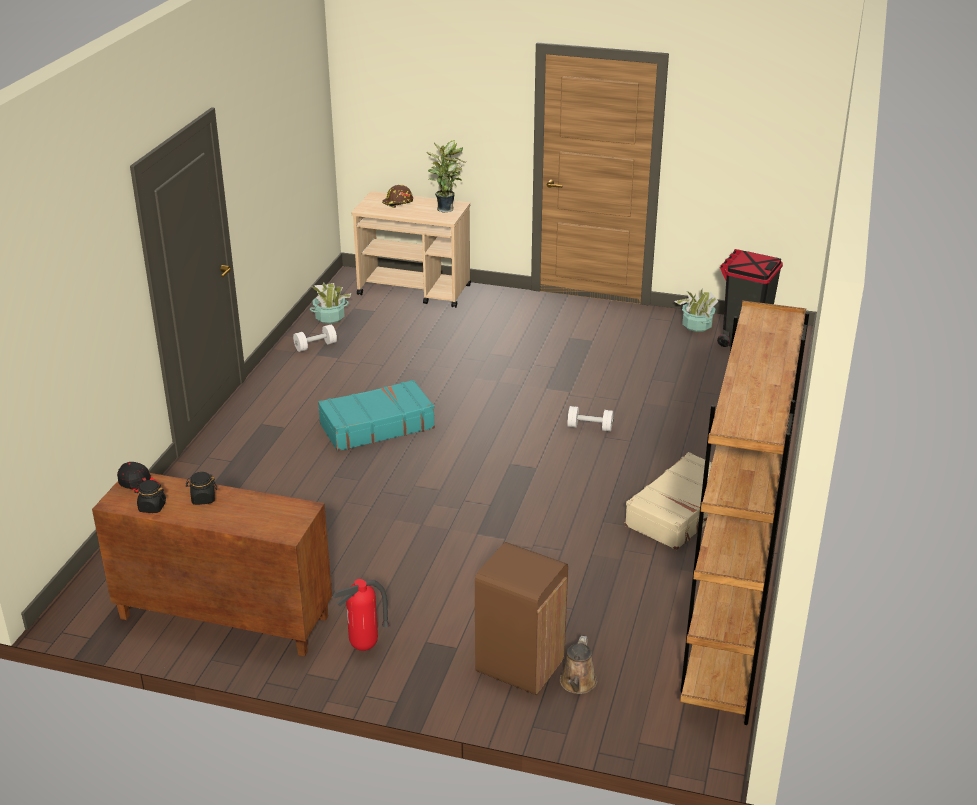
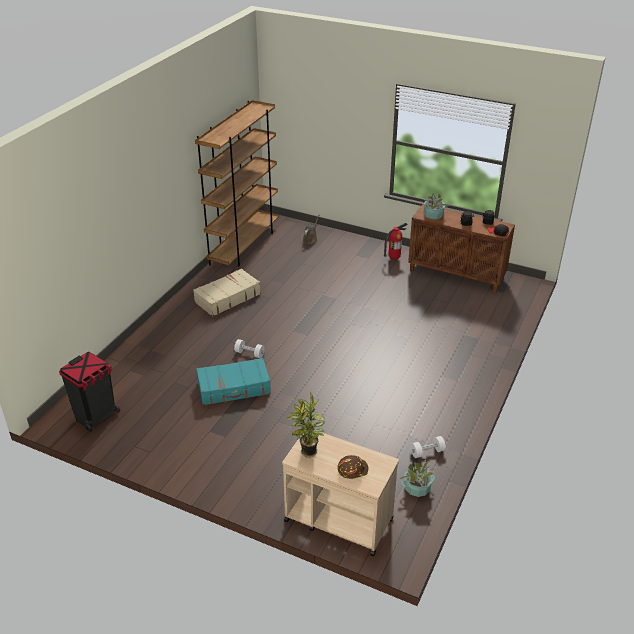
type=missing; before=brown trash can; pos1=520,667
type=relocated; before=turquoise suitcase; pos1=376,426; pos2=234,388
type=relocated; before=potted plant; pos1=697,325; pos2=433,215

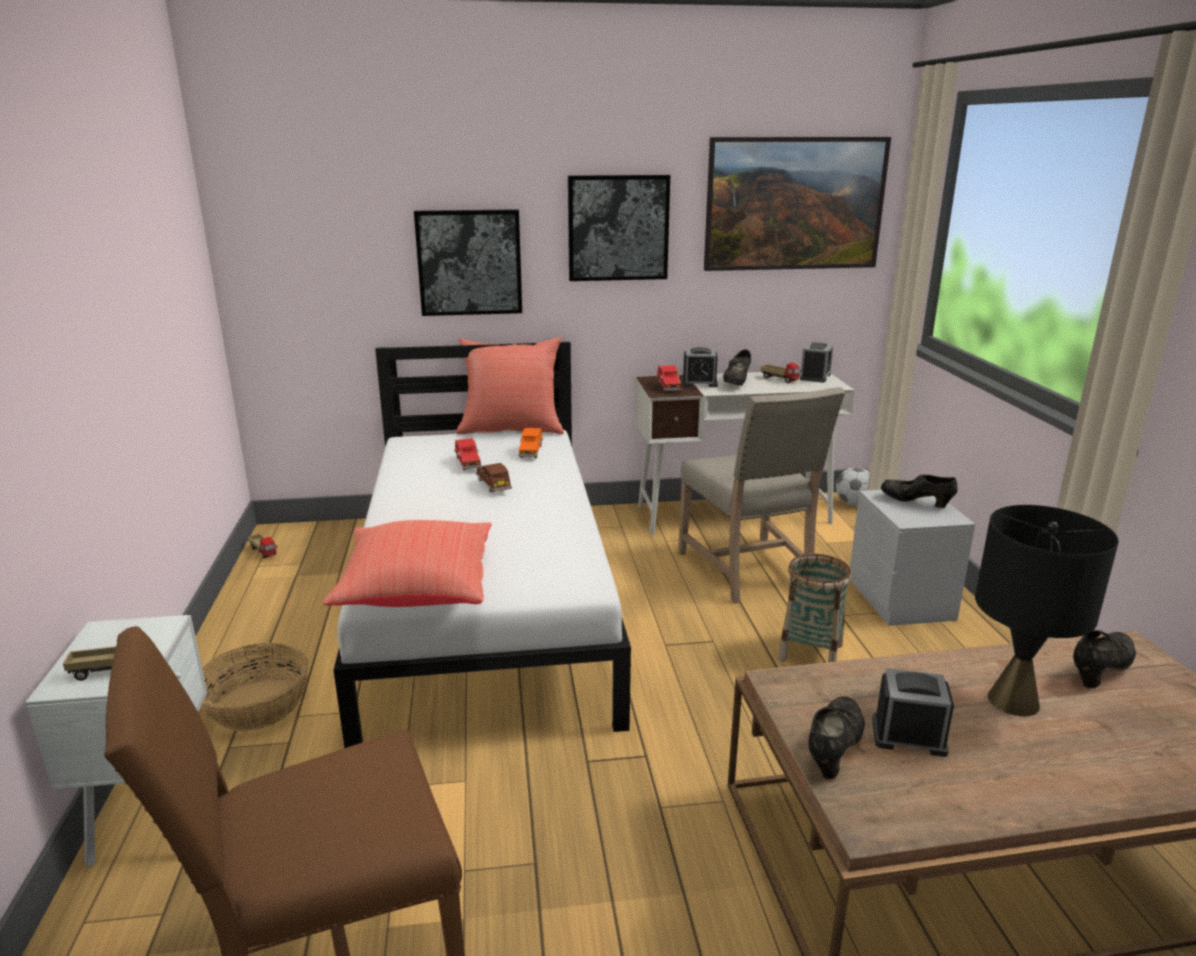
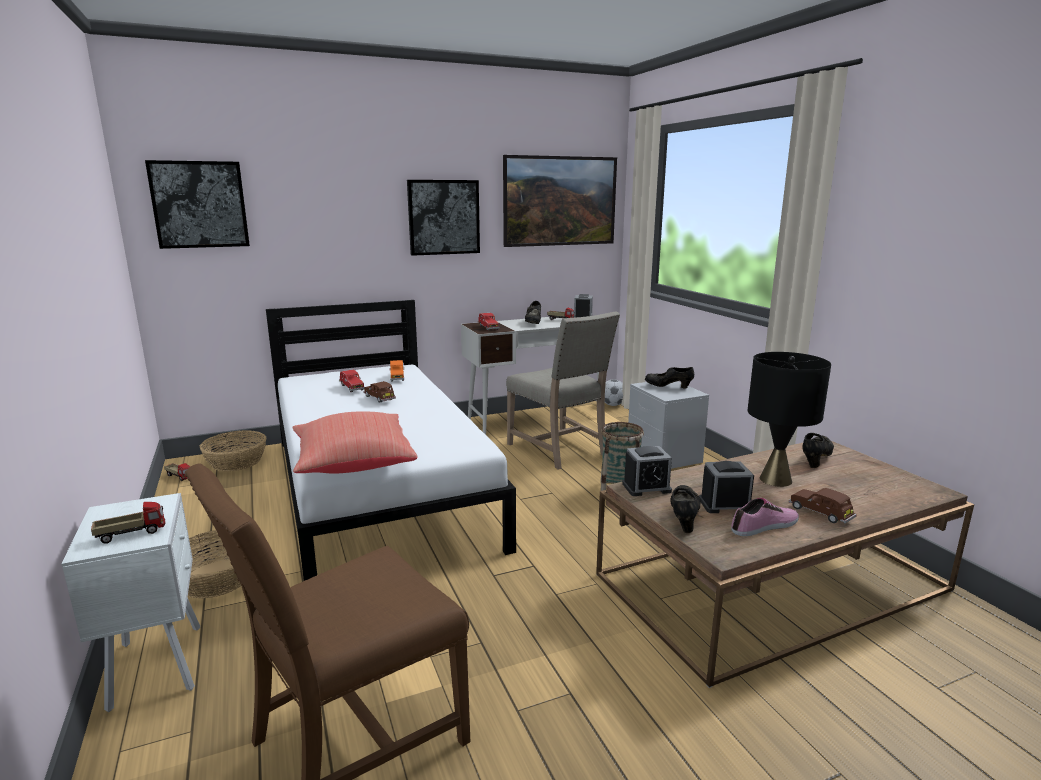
type=missing; before=red pillow; pos1=511,429
type=appeared; after=basket; pos2=237,462
type=appeared; after=shoe; pos2=765,526
type=appeared; after=brown toy car; pos2=820,513
type=relocated; before=picture; pos1=469,262; pos2=199,204
type=relocated; before=alarm clock; pos1=699,383; pos2=646,487

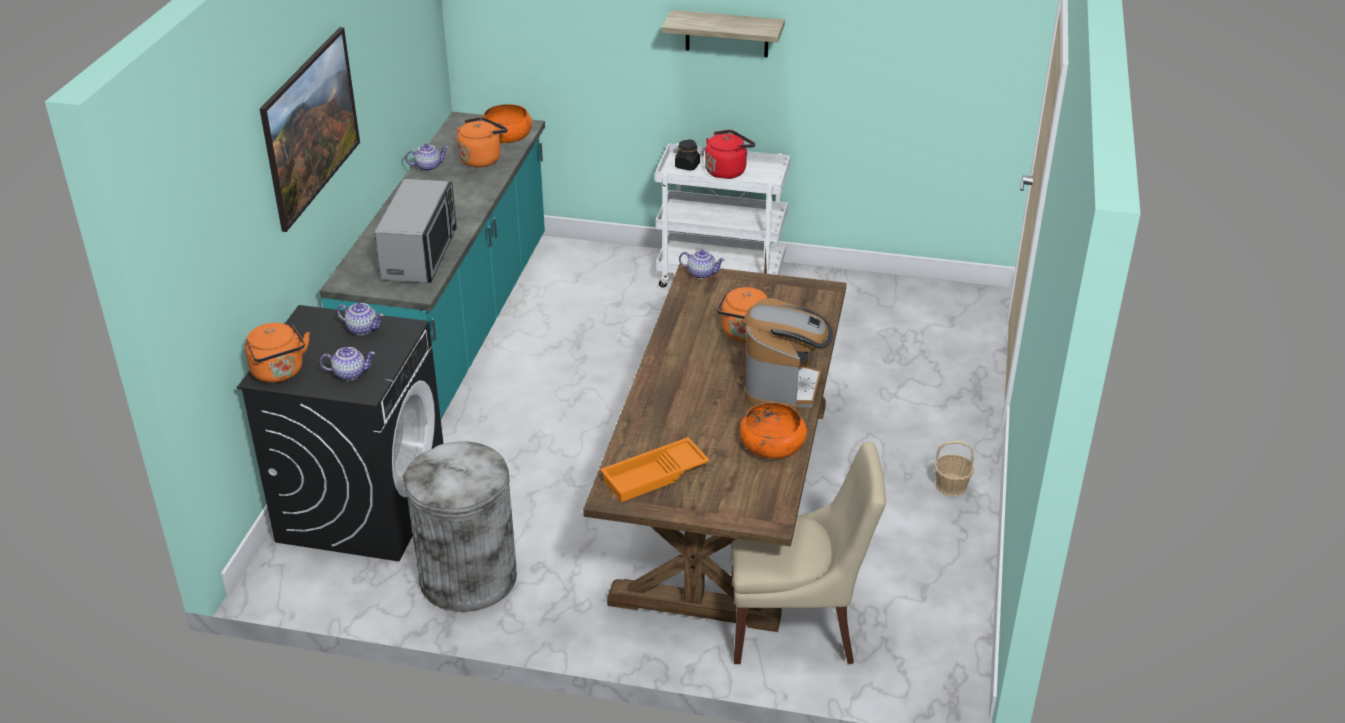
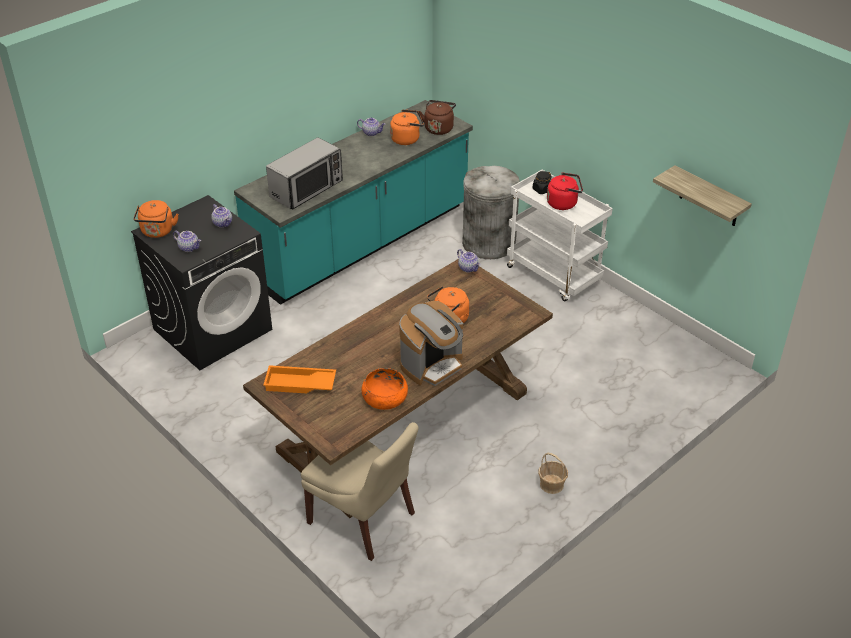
type=missing; before=picture; pos1=316,156
type=relocated; before=grey trash can; pos1=467,577; pos2=488,243
type=relocated; before=shelf; pos1=727,34; pos2=709,197
type=exchanged; before=orange bowl; after=brown kettle; pos1=507,135; pos2=439,128

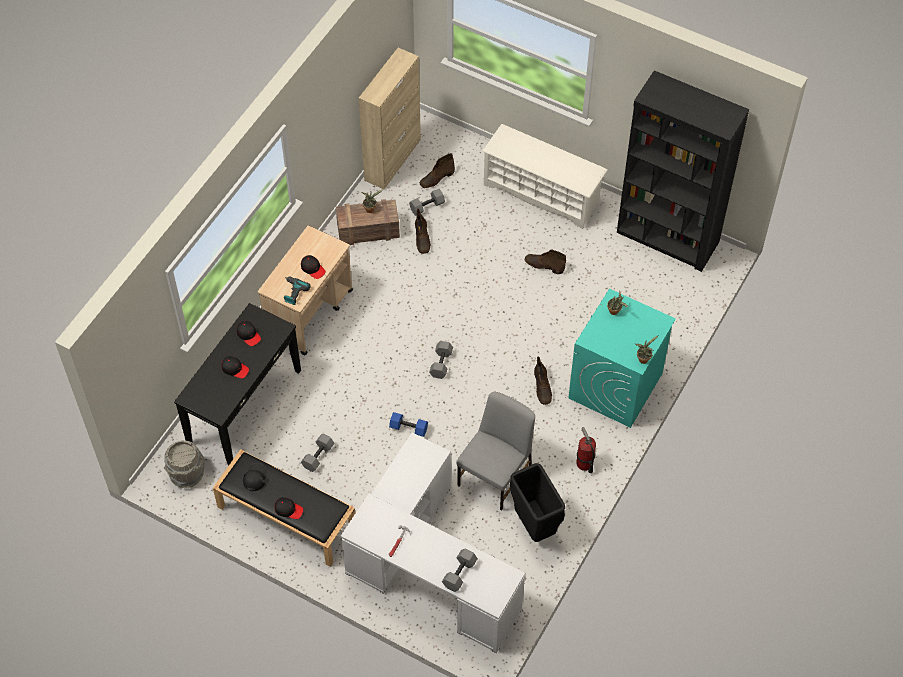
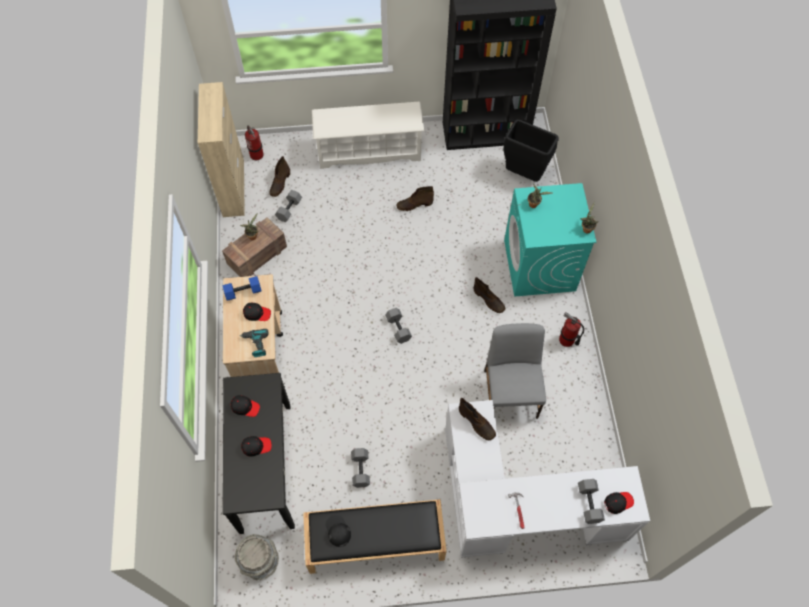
type=appeared; after=fire extinguisher; pos2=257,154
type=relocated; before=black cap; pos1=288,509; pos2=618,502
type=relocated; before=blue dumbbell; pos1=408,428; pos2=243,292
type=relocated; before=brown boot; pos1=422,239; pos2=477,423
type=relocated; before=black trash can; pos1=535,525; pos2=524,174

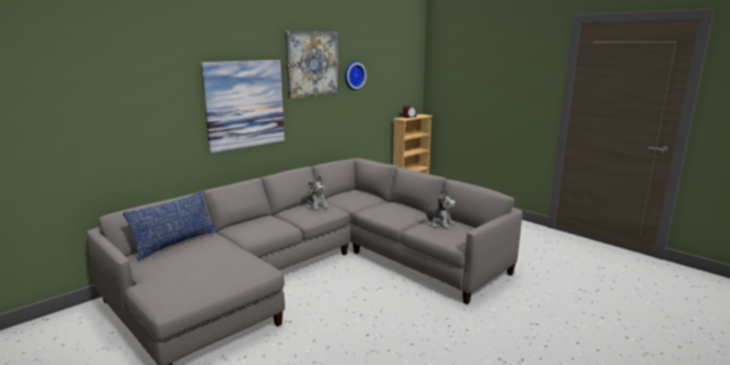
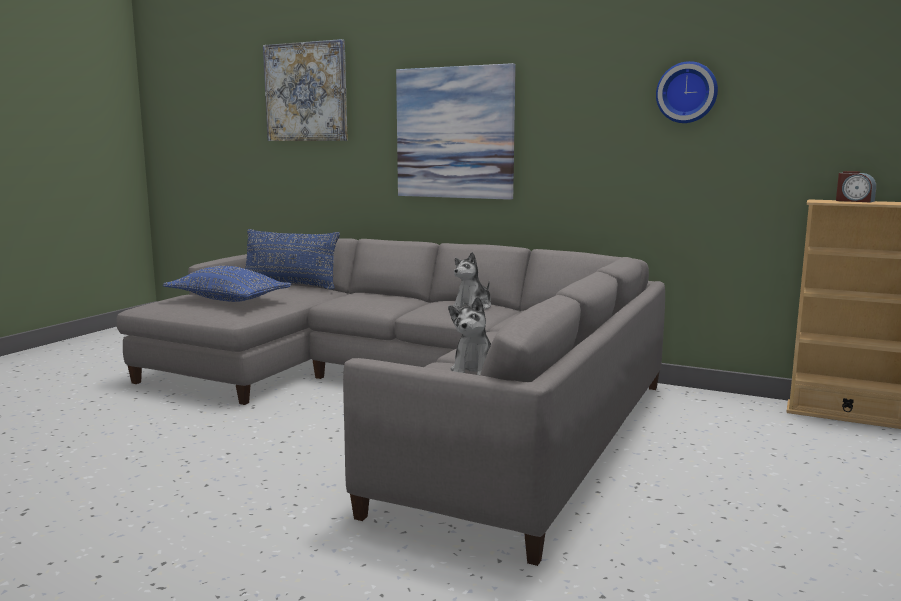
type=appeared; after=blue pillow; pos2=228,299
type=relocated; before=picture; pos1=312,64; pos2=306,92

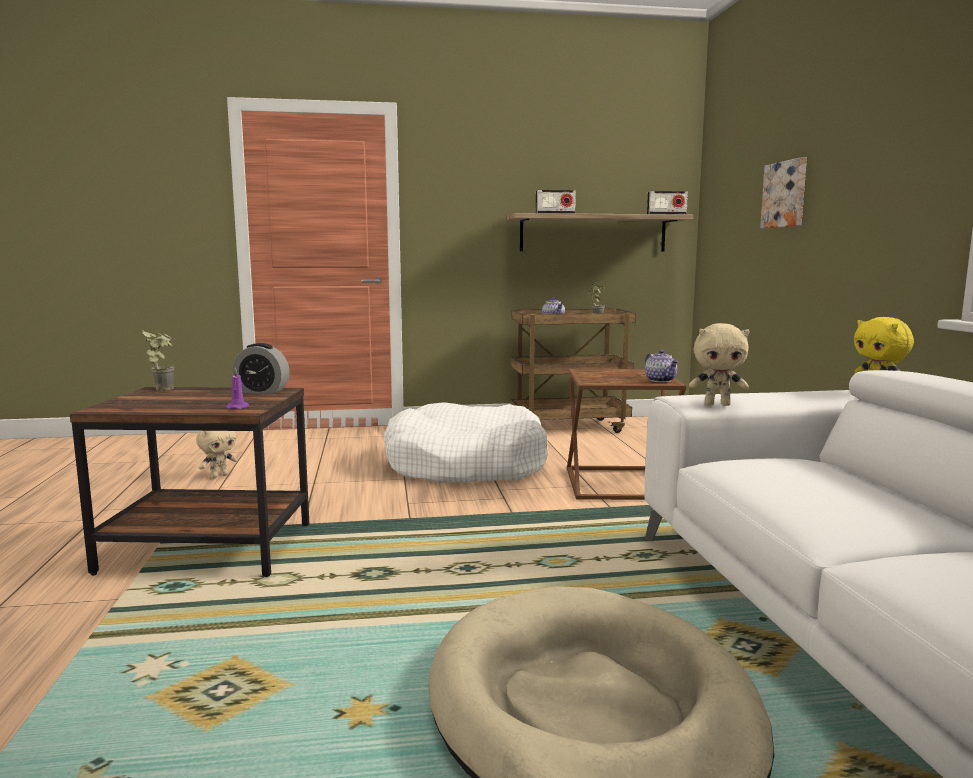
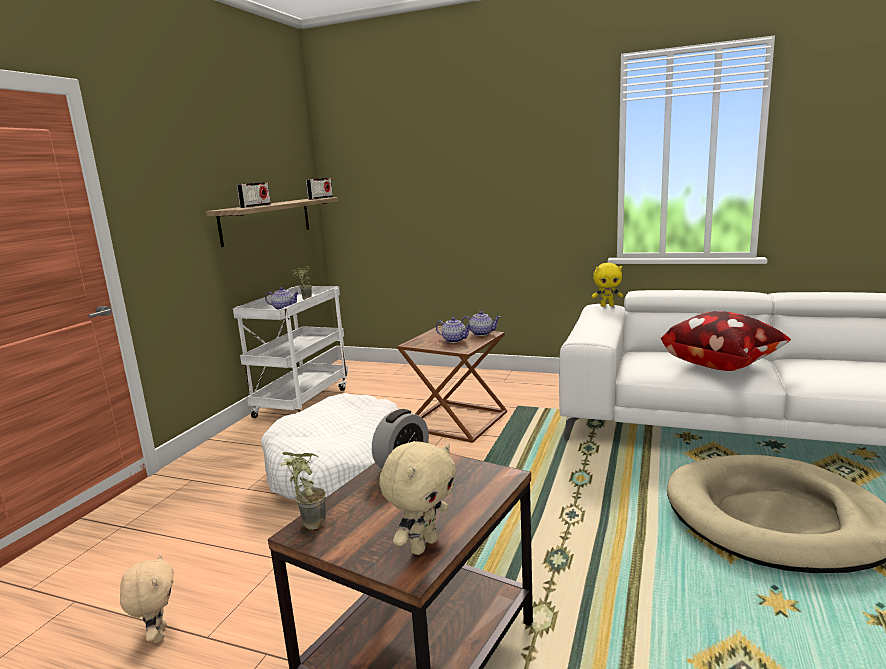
type=missing; before=purple candle; pos1=238,407
type=missing; before=picture; pos1=786,194
type=appeared; after=teapot; pos2=455,340
type=appeared; after=pillow; pos2=720,364
type=relocated; before=beige plush toy; pos1=717,404; pos2=423,545
type=colour; before=brown cart; after=white cart; pos1=569,427; pos2=302,401

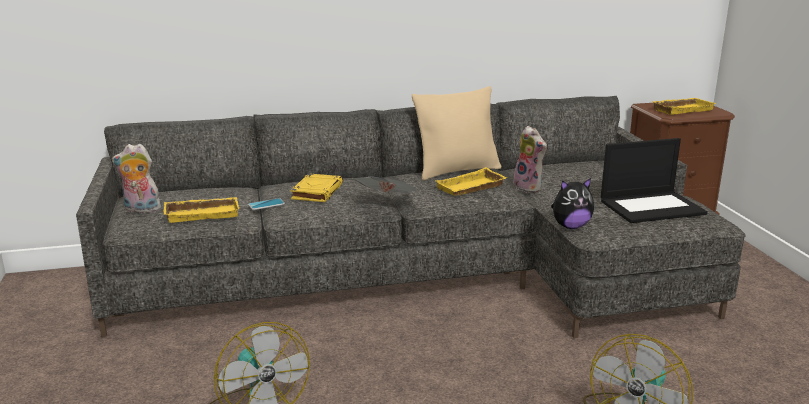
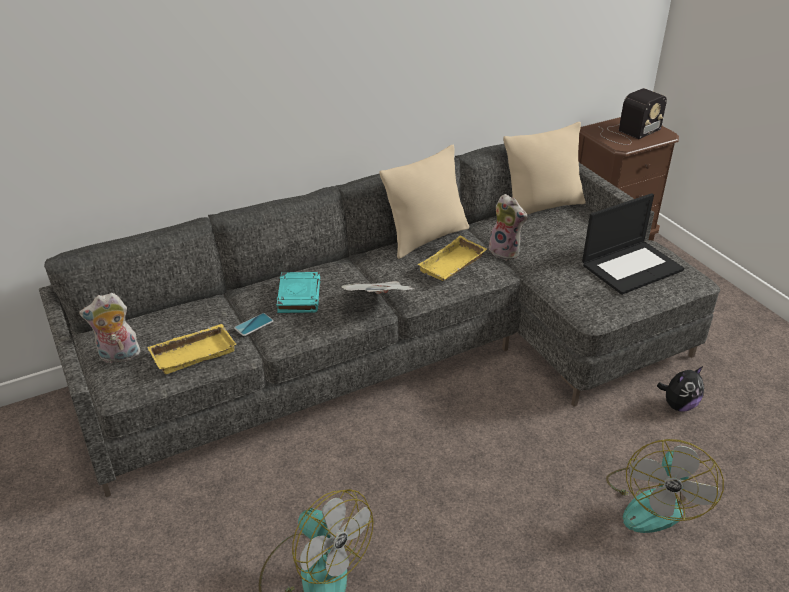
type=appeared; after=beige pillow; pos2=542,206
type=relocated; before=plush toy; pos1=570,226; pos2=678,405
type=exchanged; before=yellow tray; after=radio; pos1=681,109; pos2=628,133
type=colour; before=yellow book; after=turquoise book; pos1=317,191; pos2=298,296

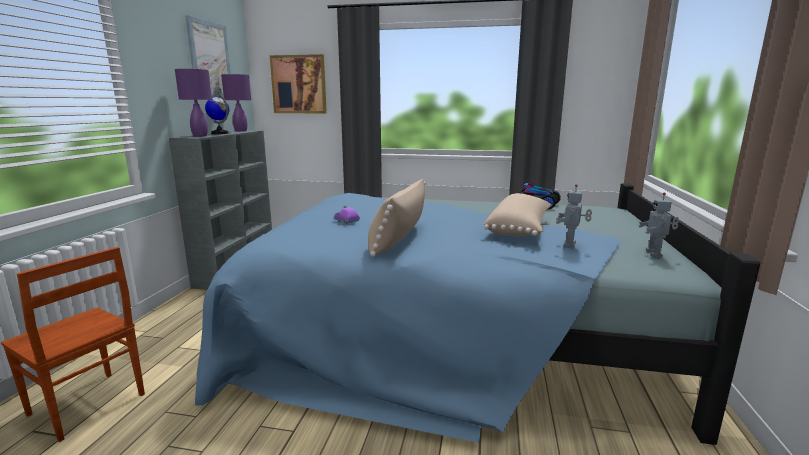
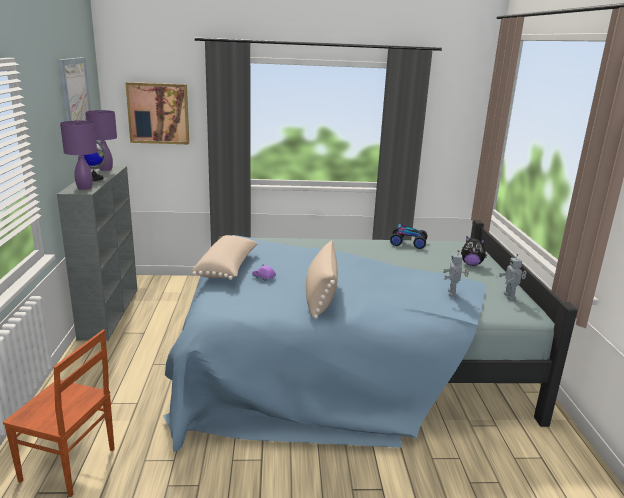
type=appeared; after=plush toy; pos2=471,264
type=relocated; before=beige pillow; pos1=520,229; pos2=228,268

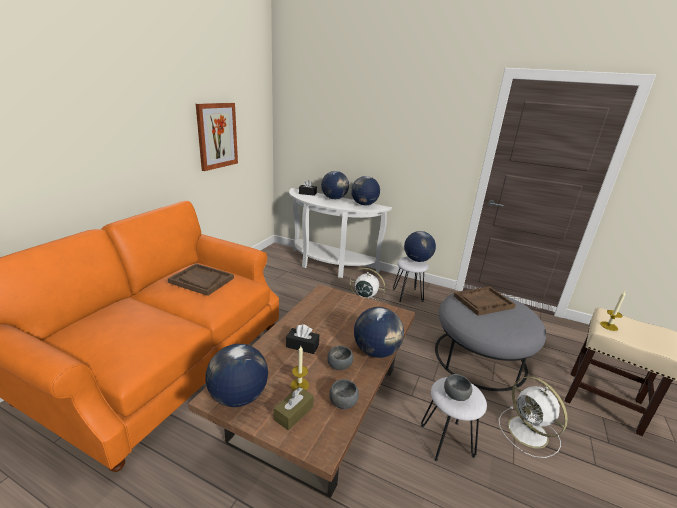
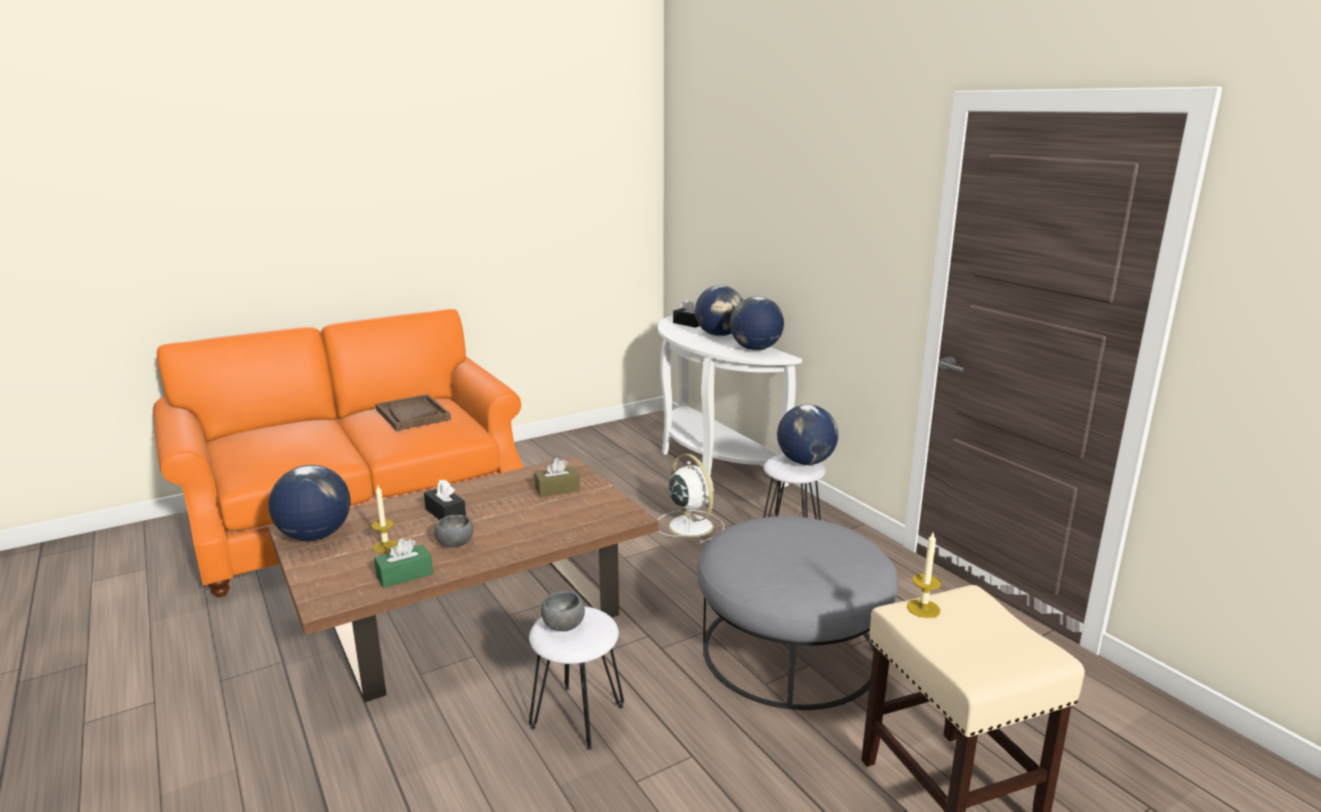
type=missing; before=picture; pos1=217,135
type=missing; before=globe; pos1=376,351
type=missing; before=brown tray; pos1=483,302
type=missing; before=white fan; pos1=529,433
type=relocated; before=brown tissue box; pos1=293,413; pos2=557,489
type=exchanged; before=grey bowl; after=green tissue box; pos1=342,402; pos2=404,575

